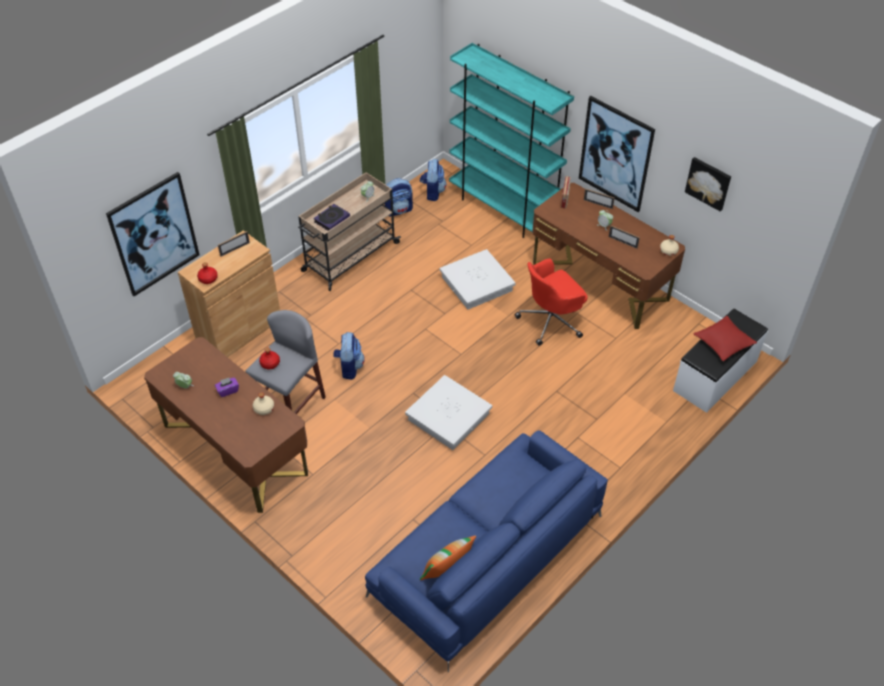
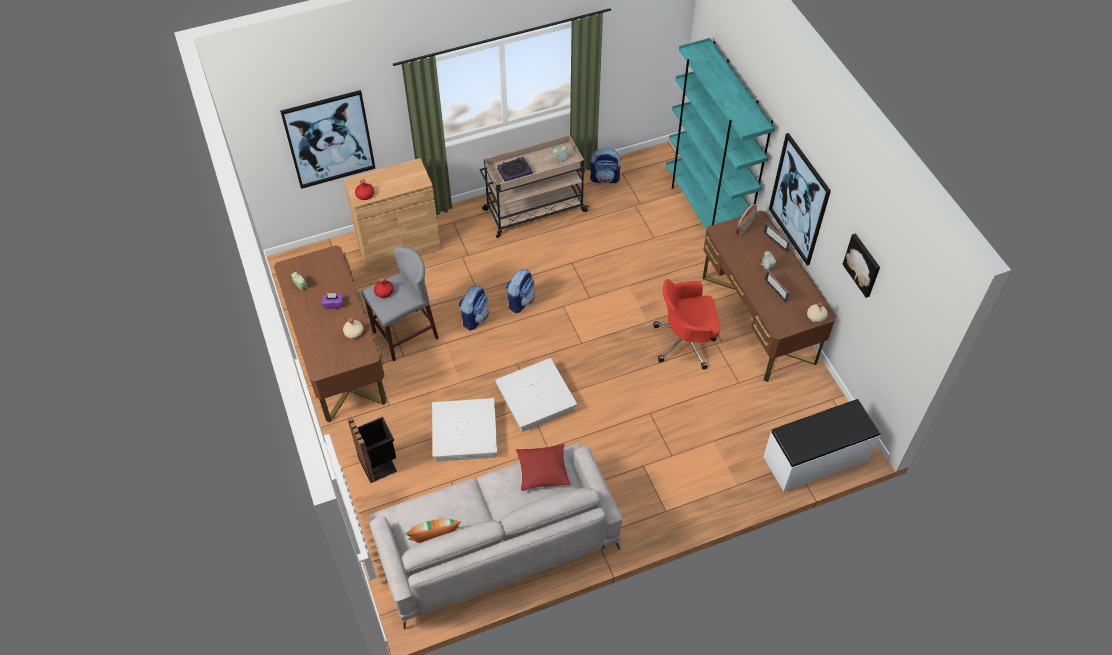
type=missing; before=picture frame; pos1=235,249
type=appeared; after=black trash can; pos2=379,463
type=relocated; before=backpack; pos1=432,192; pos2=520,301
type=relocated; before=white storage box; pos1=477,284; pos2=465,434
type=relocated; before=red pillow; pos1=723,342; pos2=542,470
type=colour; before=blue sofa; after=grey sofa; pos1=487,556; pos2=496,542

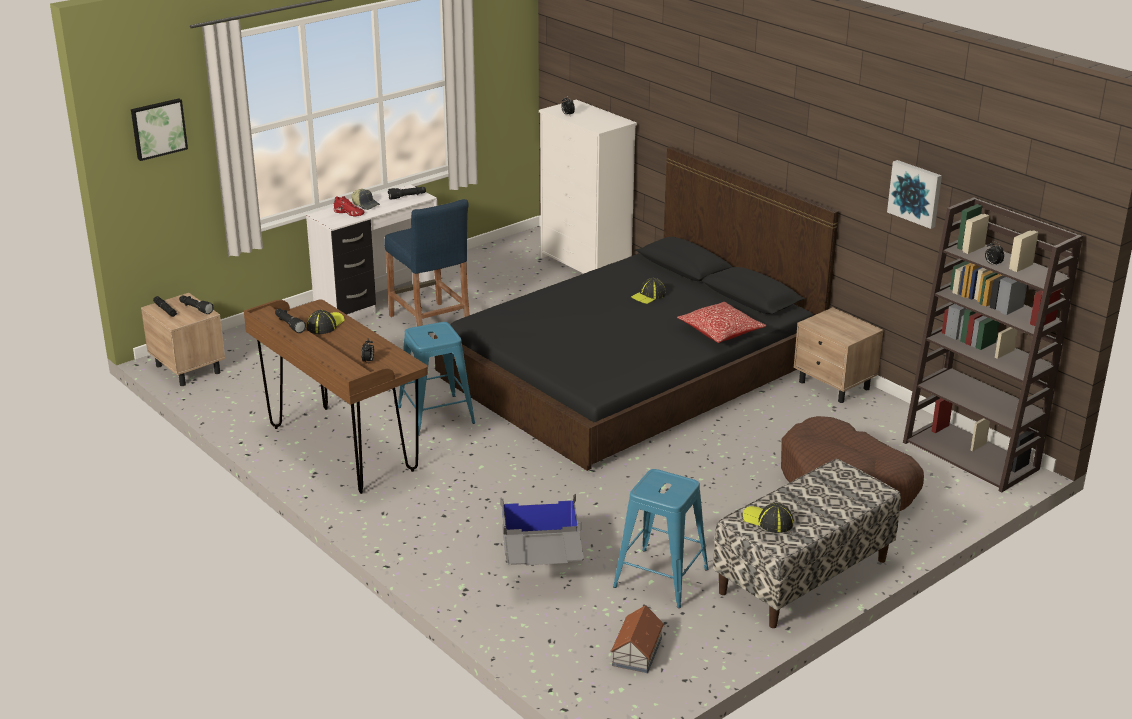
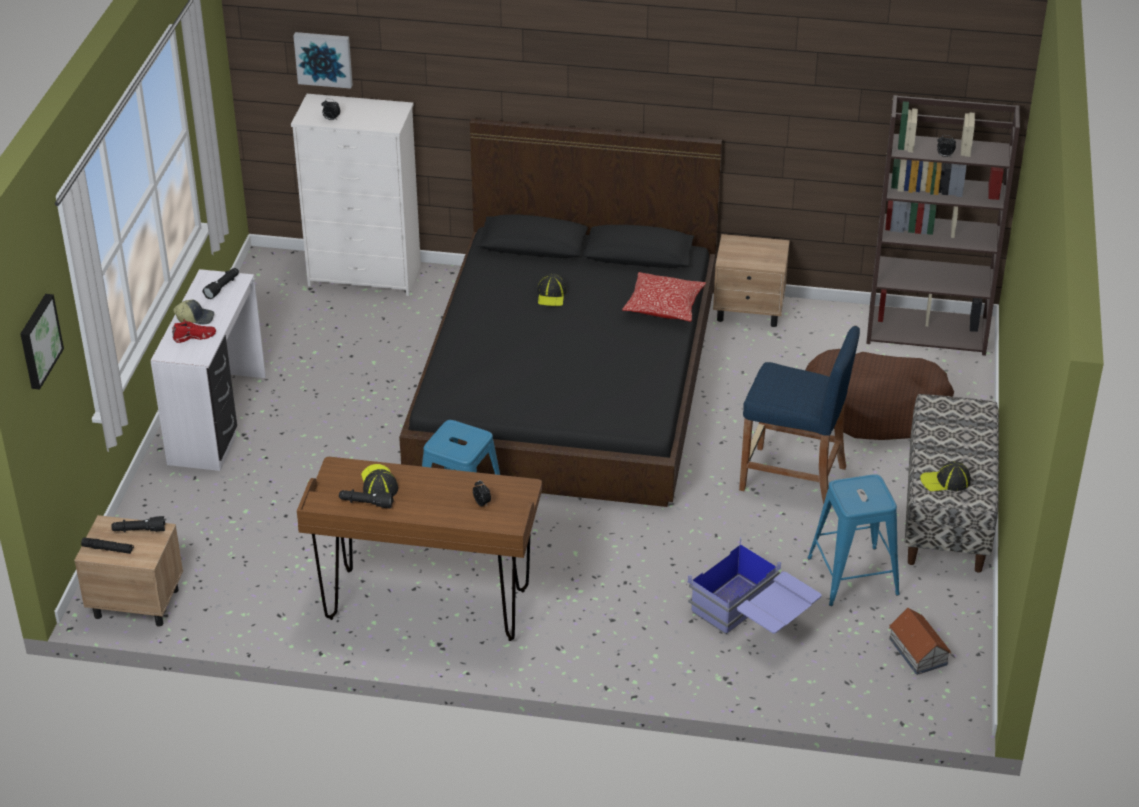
type=relocated; before=blue stool; pos1=430,323; pos2=793,478
type=relocated; before=picture; pos1=916,193; pos2=324,58
type=colour; before=grey storage box; after=blue storage box; pos1=542,565; pos2=753,619

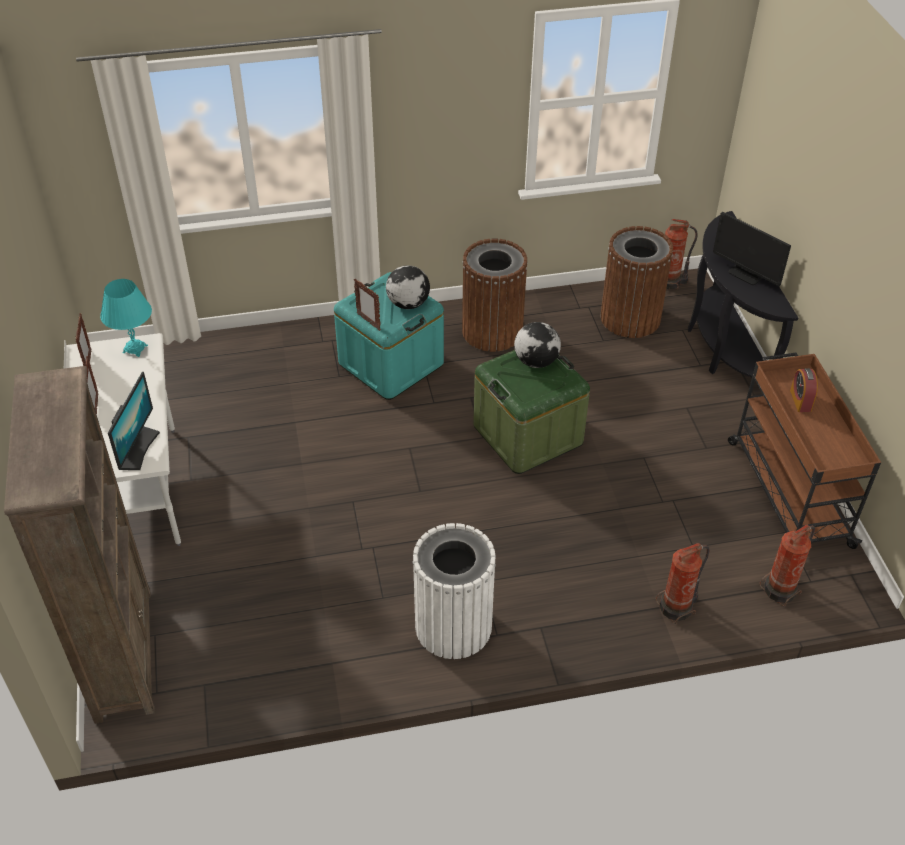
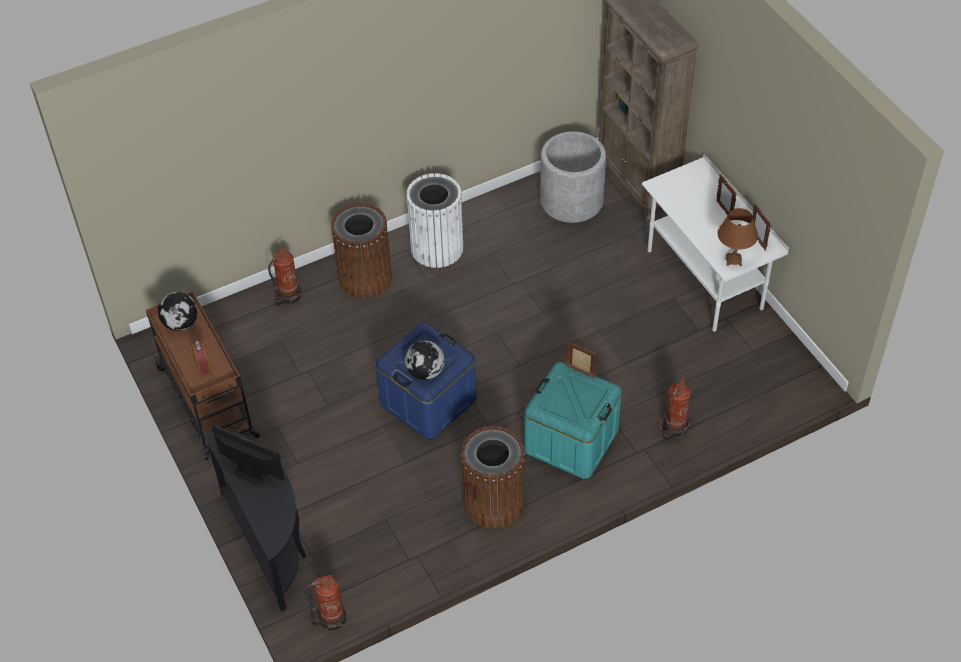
type=missing; before=monitor; pos1=137,449
type=appeared; after=grey planter; pos2=571,201
type=relocated; before=globe; pos1=407,303; pos2=181,323
type=relocated; before=brown trash can; pos1=630,318; pos2=365,278
type=relocated; before=fire extinguisher; pos1=781,589; pos2=673,428
type=colour; before=turquoise table lamp; after=brown table lamp; pos1=135,349; pos2=733,260
type=colour; before=green storage box; after=blue storage box; pos1=528,434; pos2=428,402

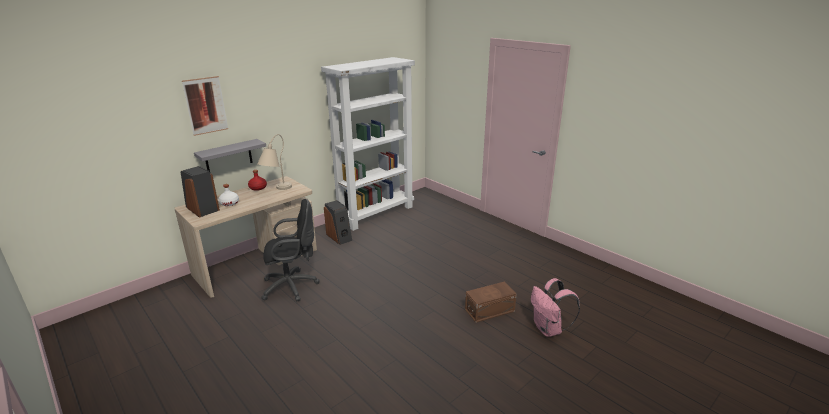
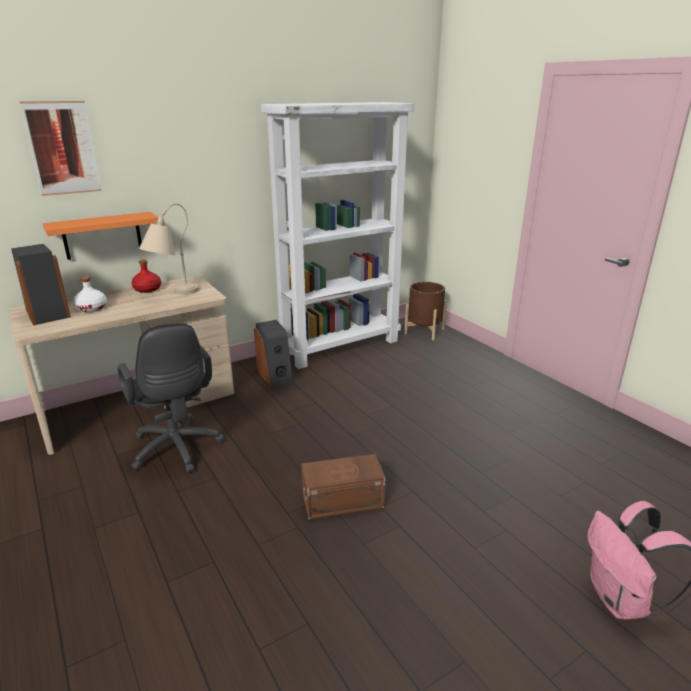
type=appeared; after=brown planter; pos2=424,331
type=relocated; before=brown storage box; pos1=490,310; pos2=344,501
type=colour; before=grey shelf; after=orange shelf; pos1=228,156; pos2=102,235
type=spun; before=black office chair; pos1=293,286; pos2=177,450; turn=60

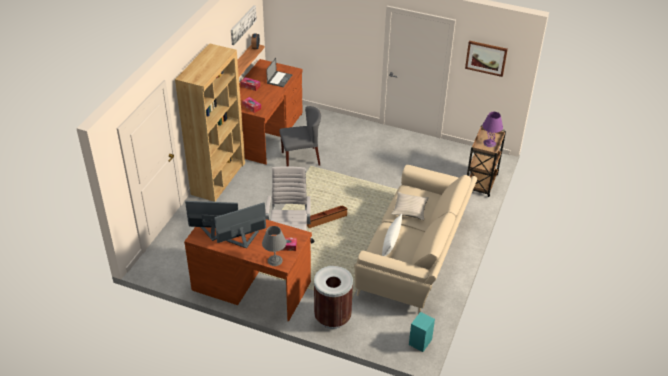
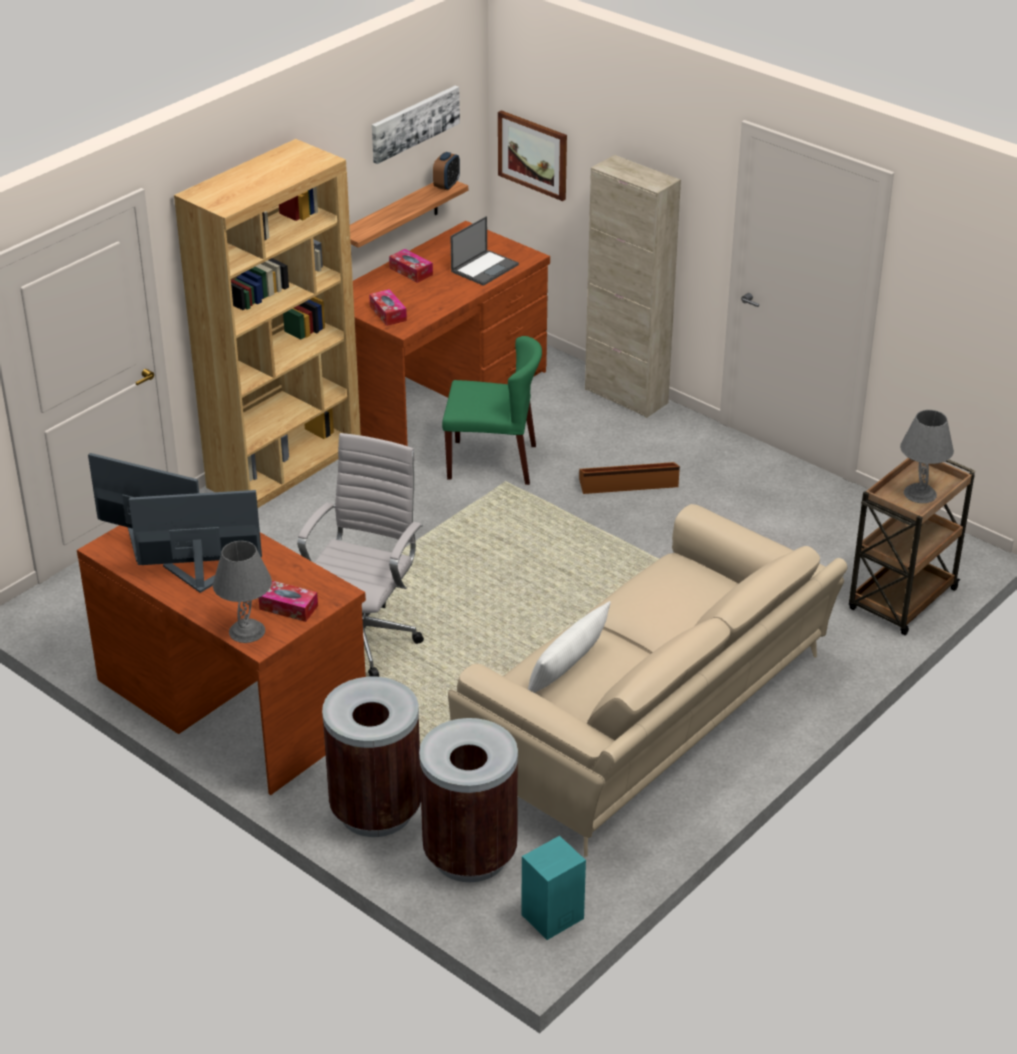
type=missing; before=beige pillow; pos1=410,209
type=appeared; after=brown trash can; pos2=469,854
type=appeared; after=beige cabinet; pos2=626,396
type=relocated; before=brown storage box; pos1=325,219; pos2=628,483
type=relocated; before=picture; pos1=486,58; pos2=533,154
type=colour; before=grey chair; after=green chair; pos1=301,158; pos2=493,462
type=colour; before=purple table lamp; after=grey table lamp; pos1=489,143; pos2=919,493

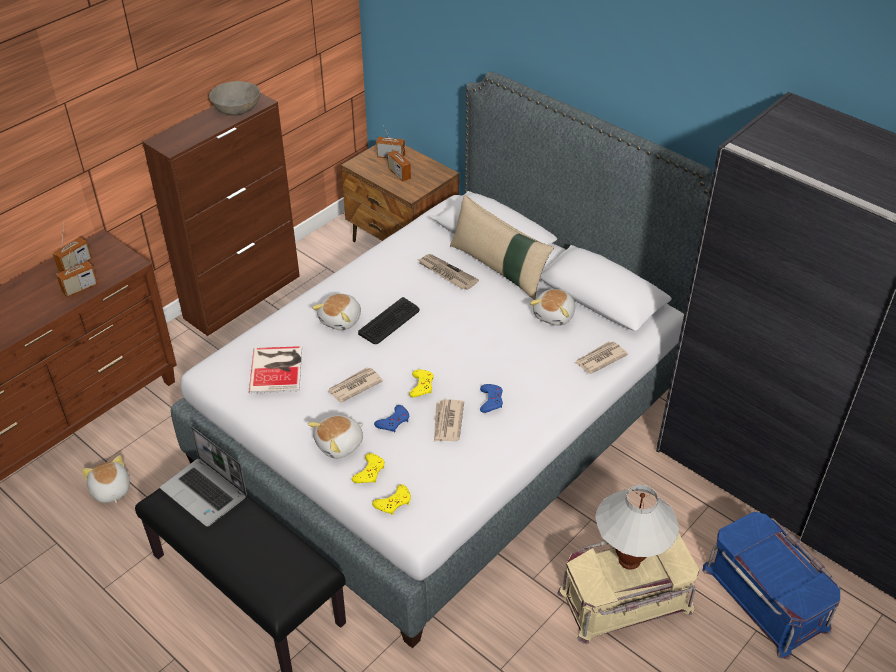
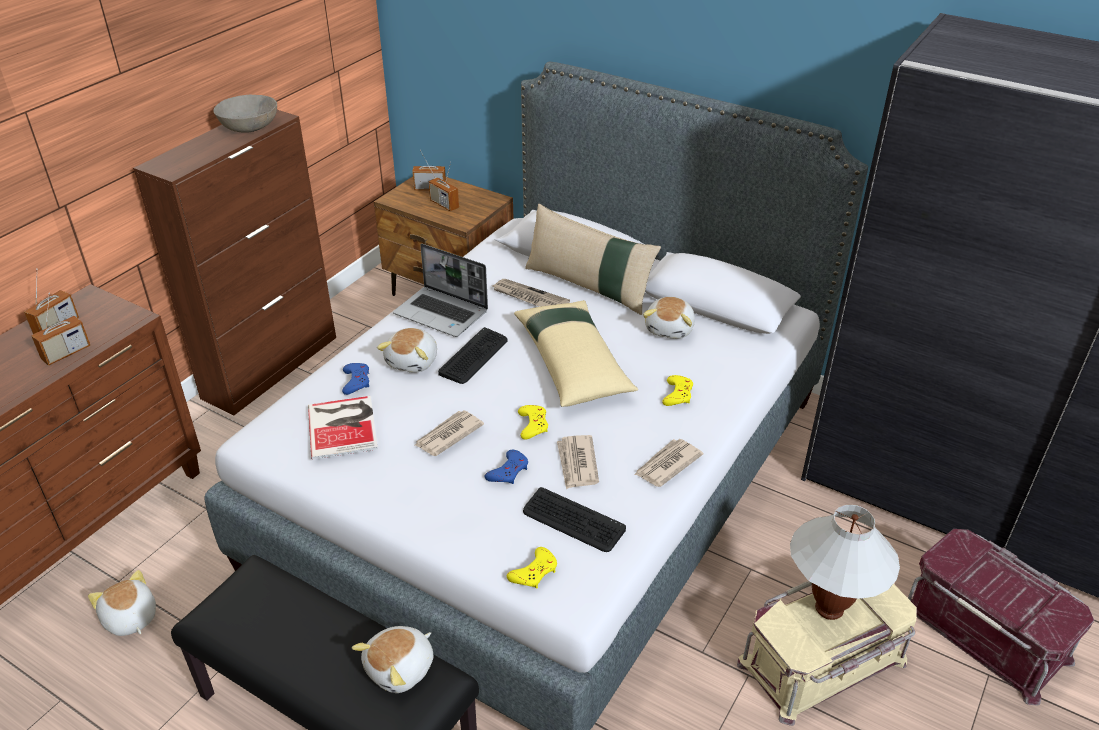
type=appeared; after=beige pillow; pos2=573,362
type=appeared; after=keyboard; pos2=573,521
type=relocated; before=laptop; pos1=205,493; pos2=442,313
type=relocated; before=plush toy; pos1=340,444; pos2=401,669
type=relocated; before=yellow game controller; pos1=369,472; pos2=677,394
type=relocated; before=blue game controller; pos1=491,400; pos2=356,381
type=relocated; before=newspaper; pos1=600,359; pos2=667,465
type=colour; before=blue storage box; after=red storage box; pos1=767,597; pos2=986,632

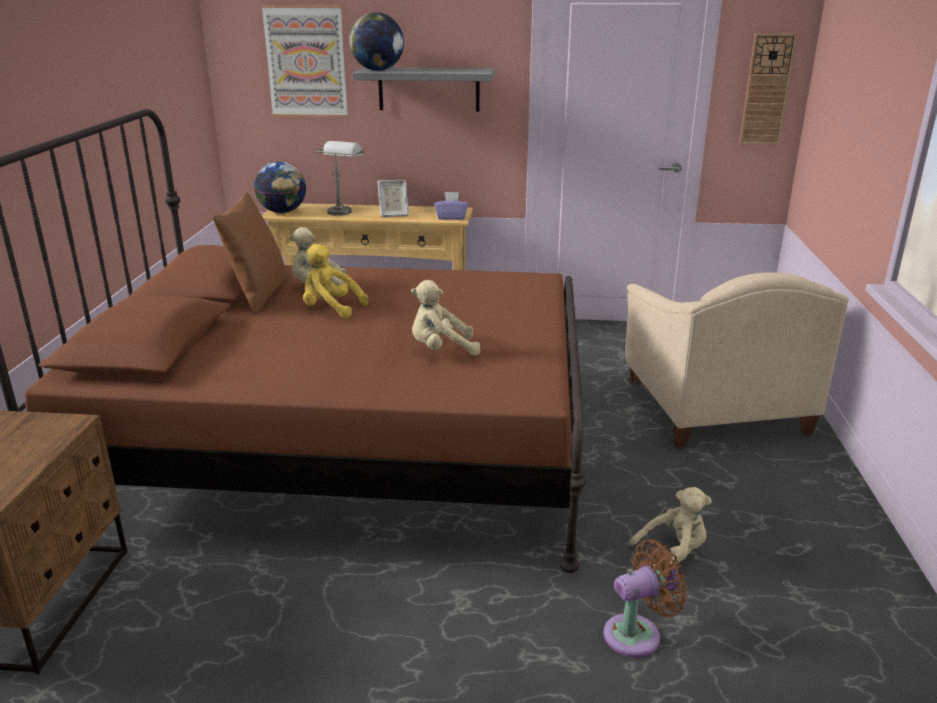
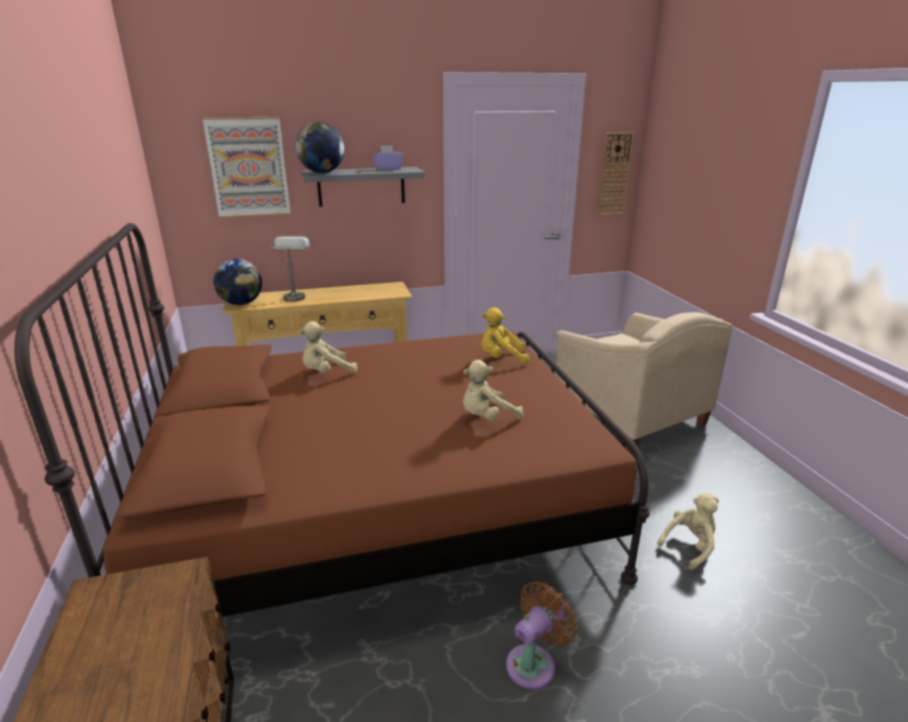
type=missing; before=brown pillow; pos1=258,295
type=missing; before=picture frame; pos1=393,214
type=relocated; before=yellow plush toy; pos1=330,309; pos2=501,358
type=relocated; before=purple tissue box; pos1=451,217; pos2=388,169
type=relocated; before=brown fan; pos1=637,634; pos2=534,663

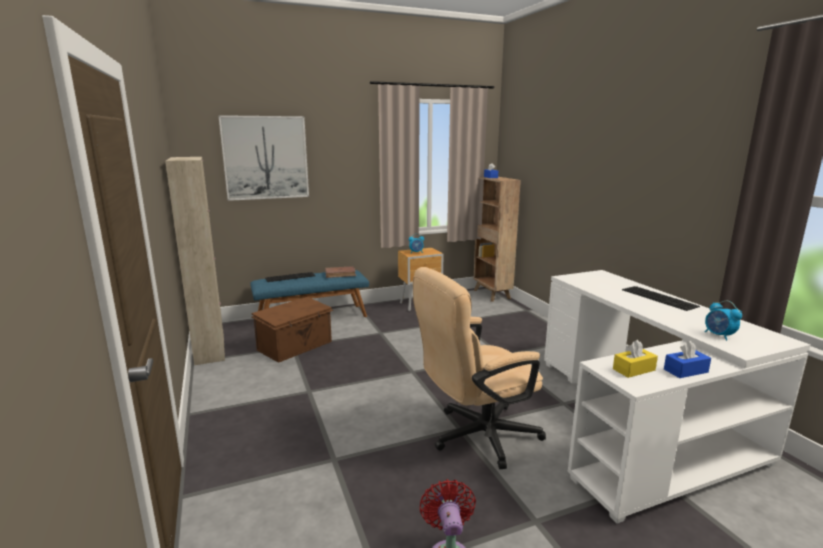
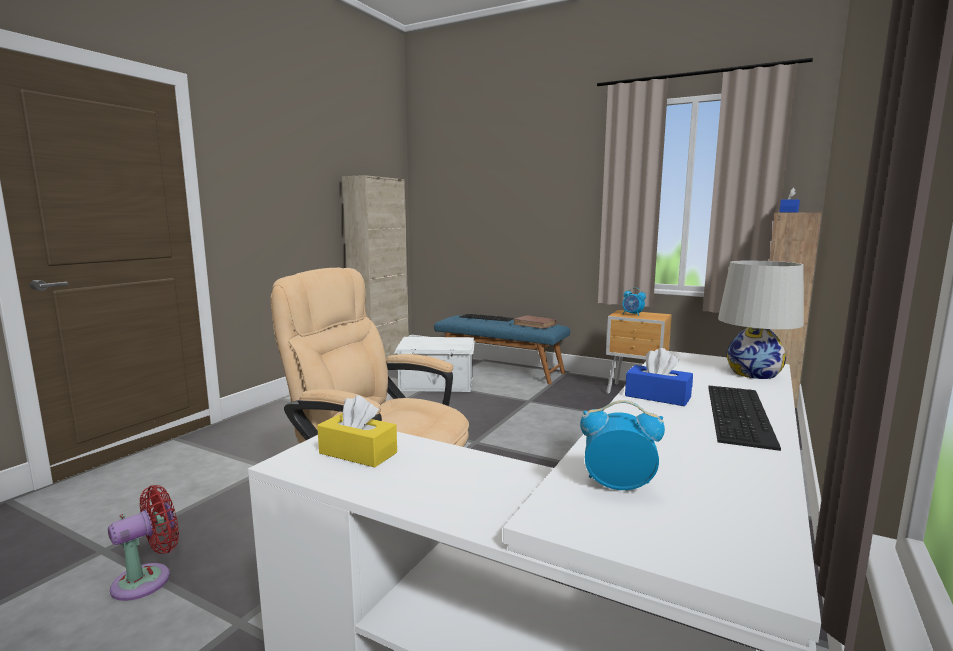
type=missing; before=picture; pos1=265,158
type=appeared; after=white table lamp; pos2=754,373
type=relocated; before=blue tissue box; pos1=685,371; pos2=657,396
type=colour; before=brown storage box; after=white storage box; pos1=296,346; pos2=437,385
type=spun; before=alarm clock; pos1=719,335; pos2=617,485; turn=75

